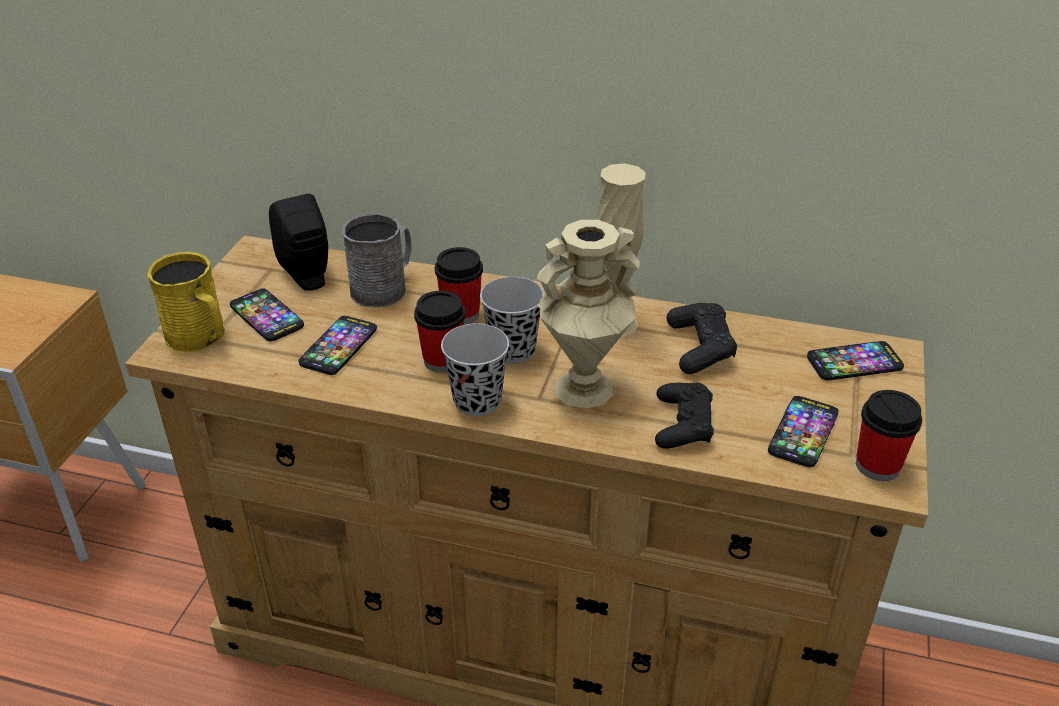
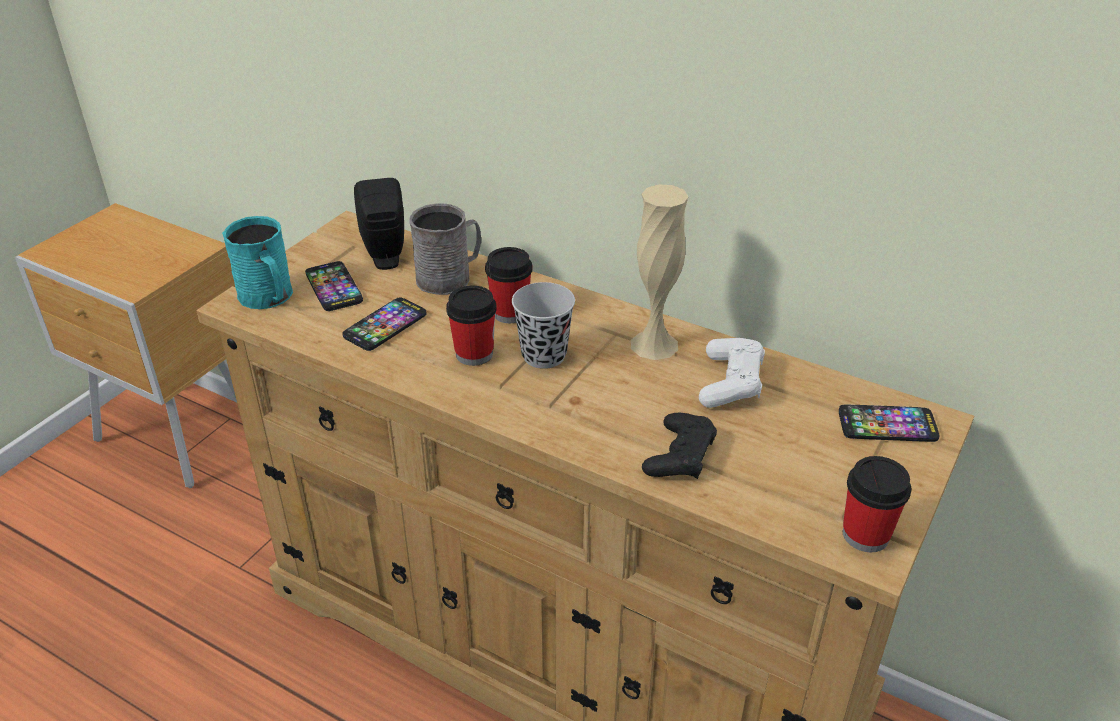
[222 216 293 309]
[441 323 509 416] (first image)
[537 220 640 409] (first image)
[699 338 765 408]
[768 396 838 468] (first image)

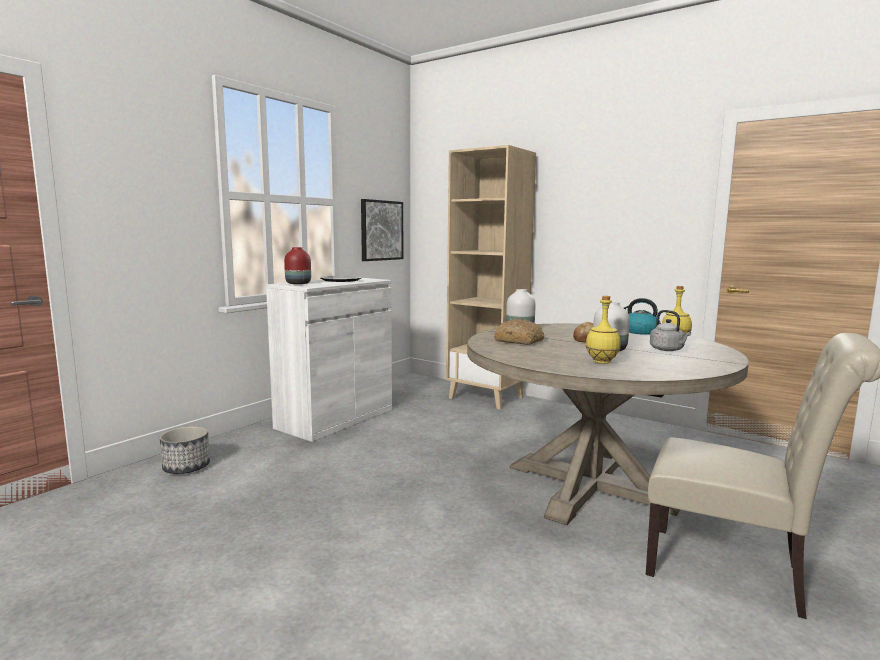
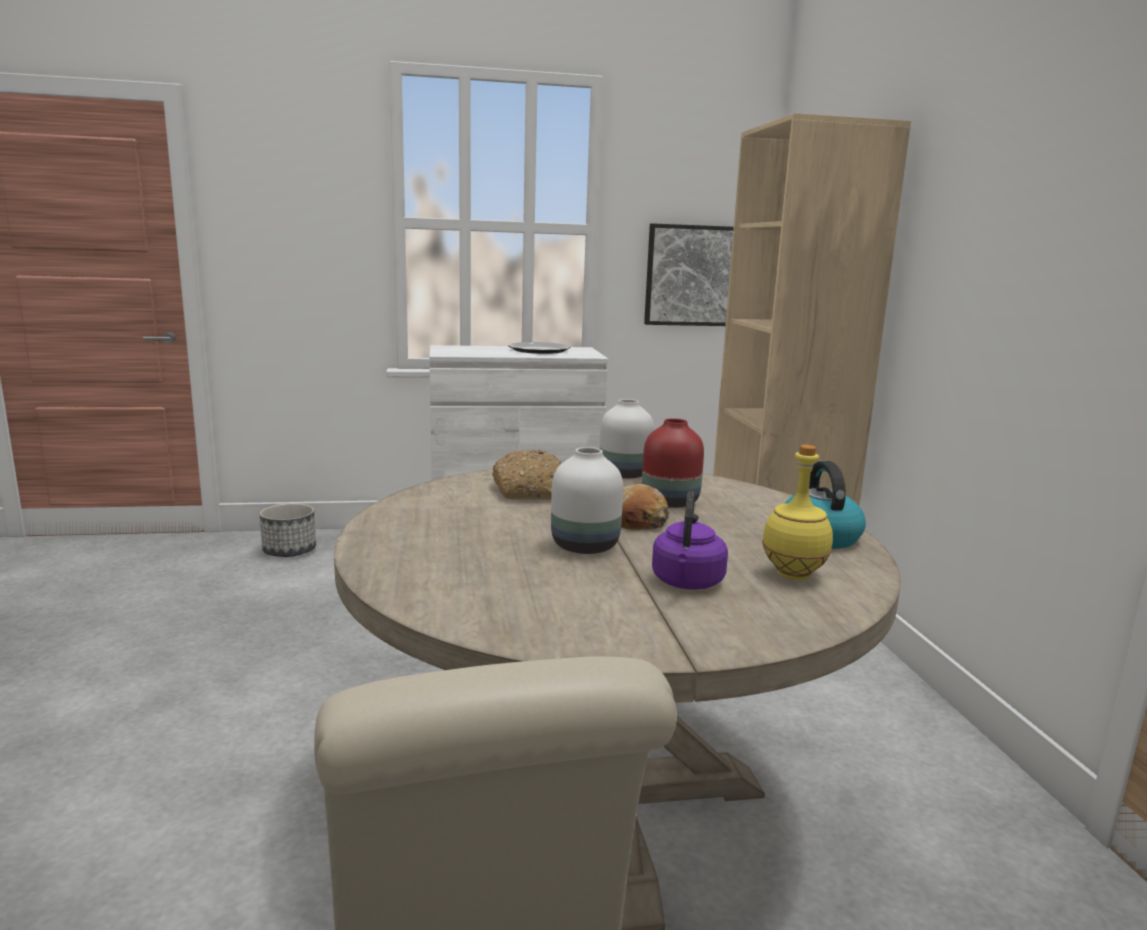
[642 418 704 508]
[586 296 621 364] (first image)
[652 491 728 590]

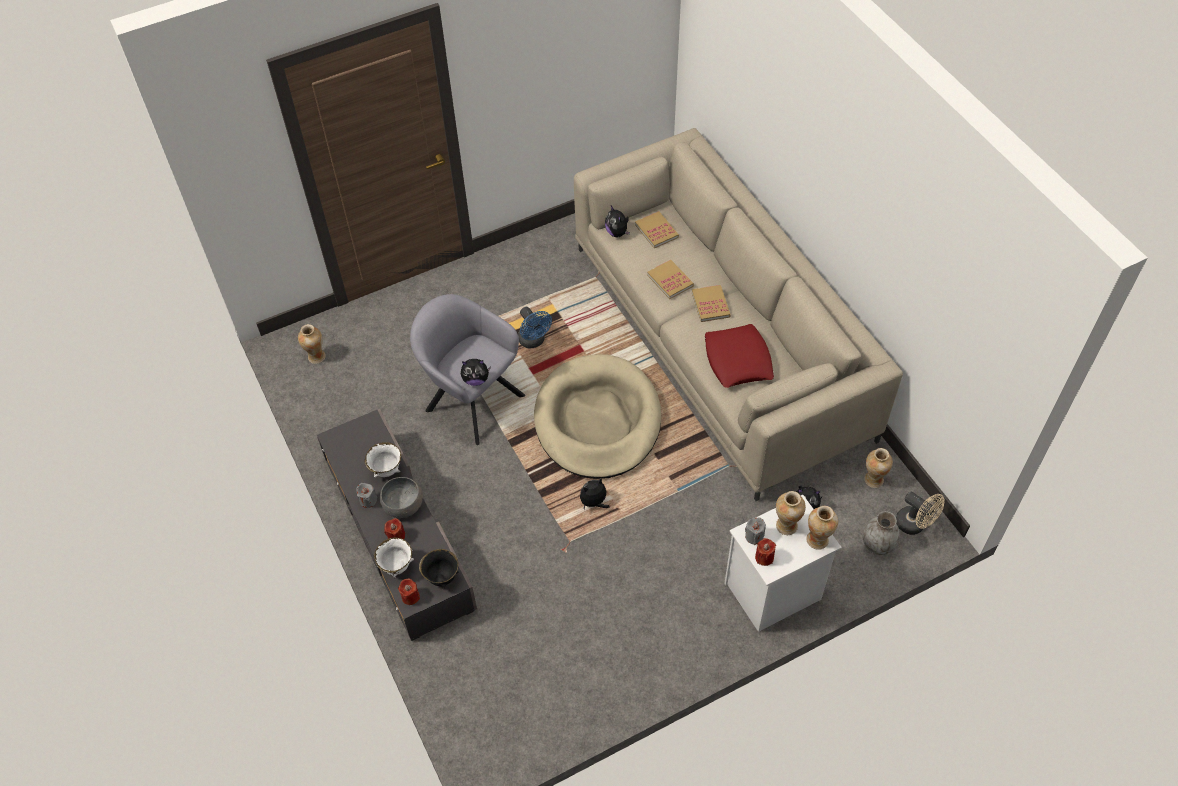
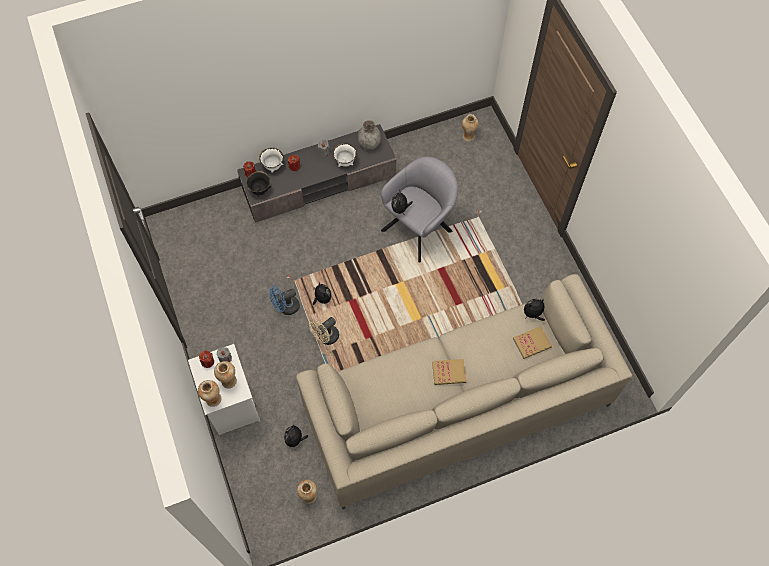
[380 477 423 518] (first image)
[269 286 300 315]
[534 354 661 479] (first image)
[647 260 694 299] (first image)
[705 324 774 388] (first image)
[357 120 381 150]
[309 317 339 345]

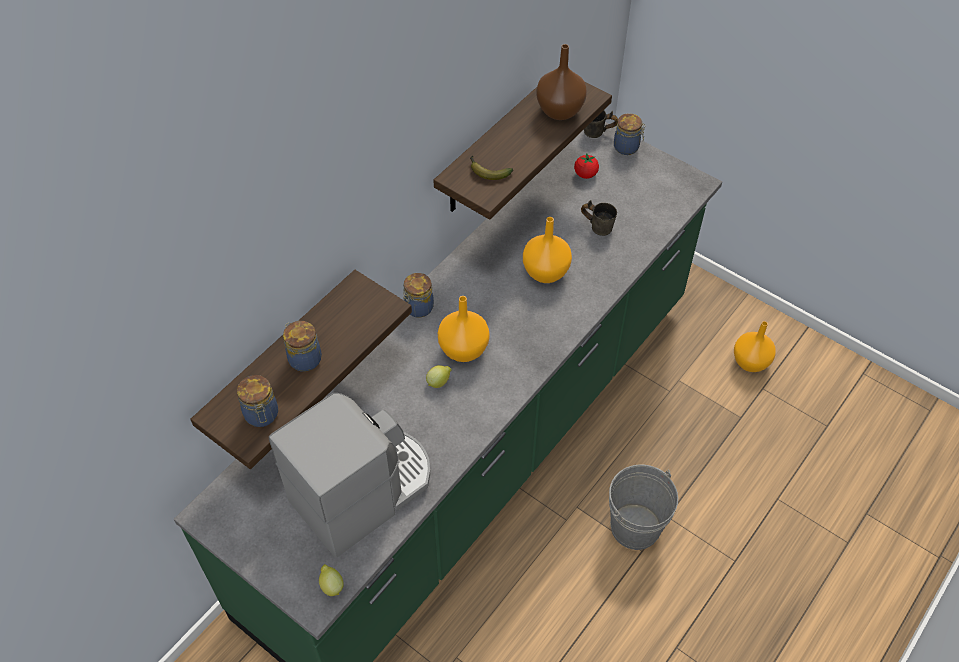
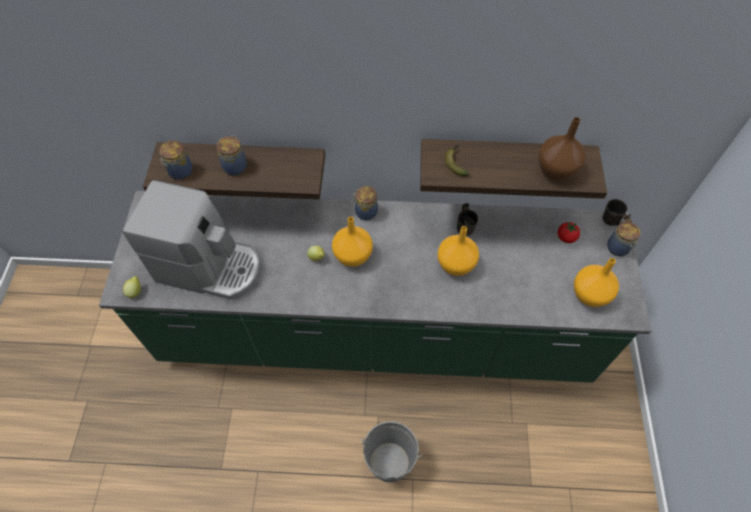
[457 203 478 236]
[574 258 619 307]

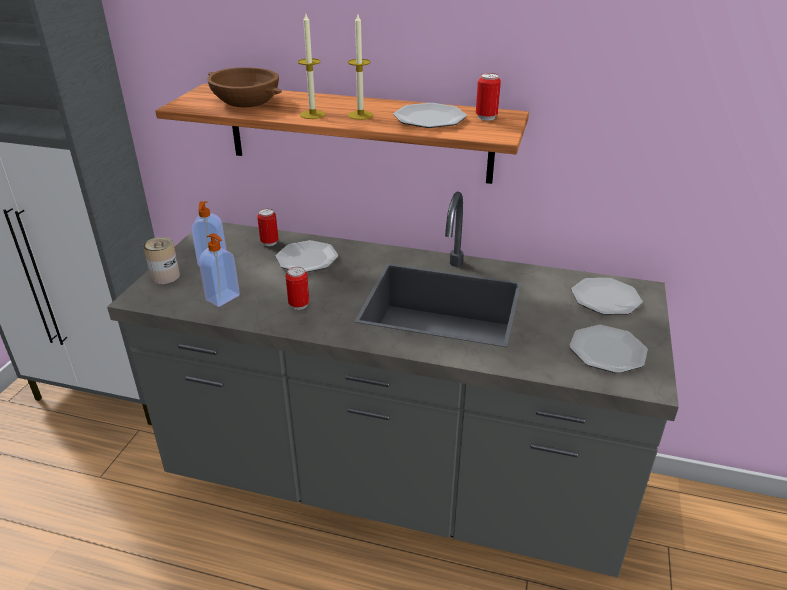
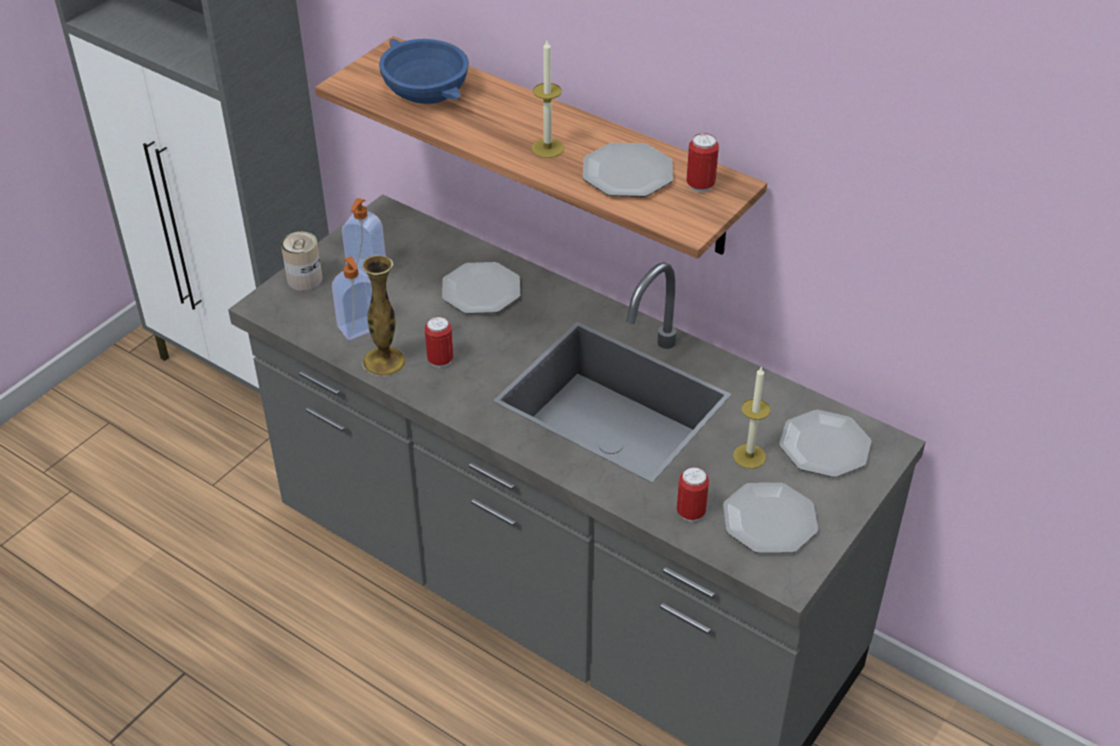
[379 39 469 104]
[677 467 709 521]
[733 366 770 469]
[362 255 406 376]

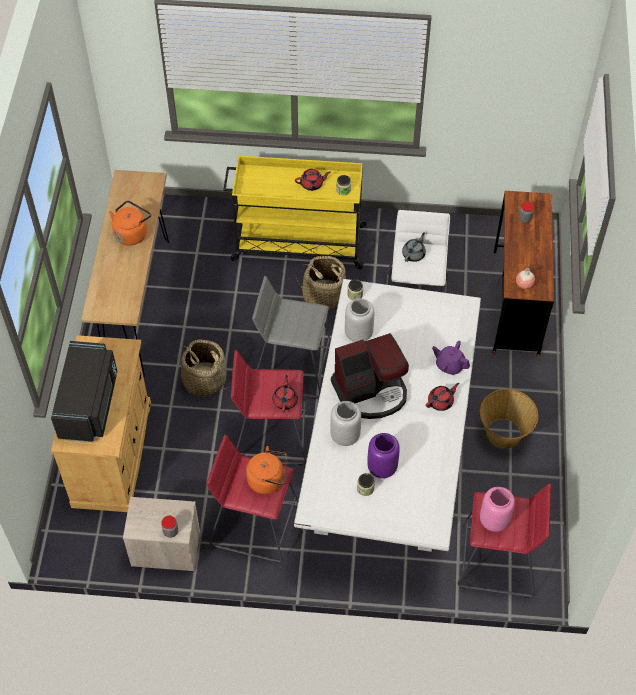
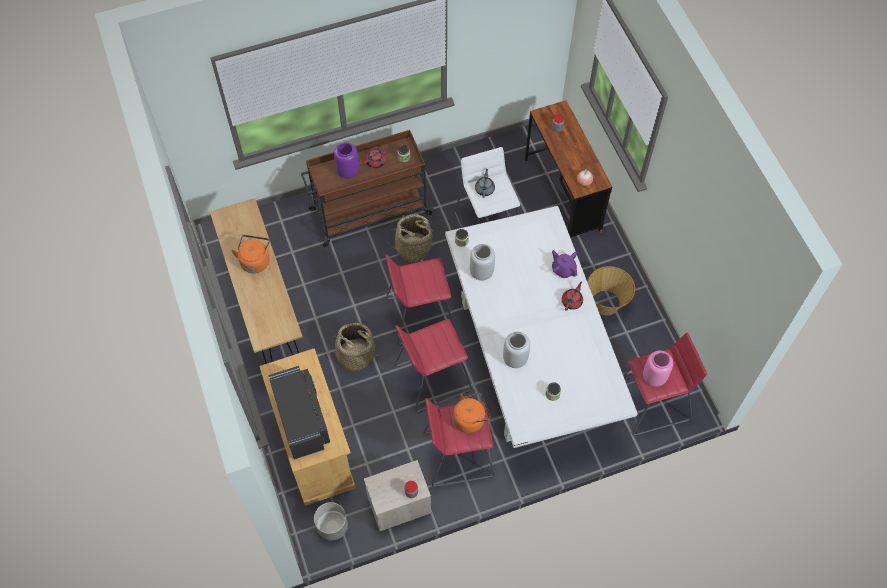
[301 130 434 247]
[385 254 455 346]
[272 375 298 413] (first image)
[331 333 409 419] (first image)
[334 142 359 178]
[552 250 577 278]
[314 502 348 541]

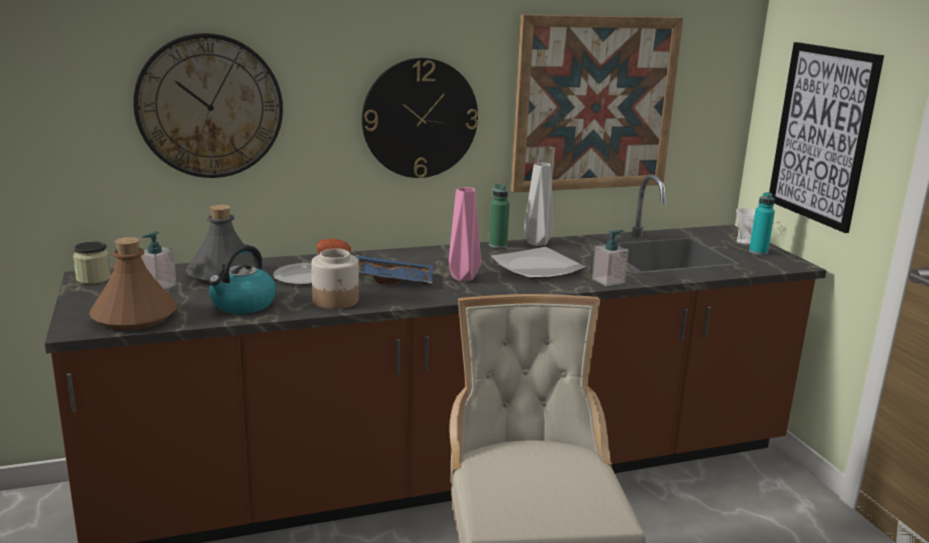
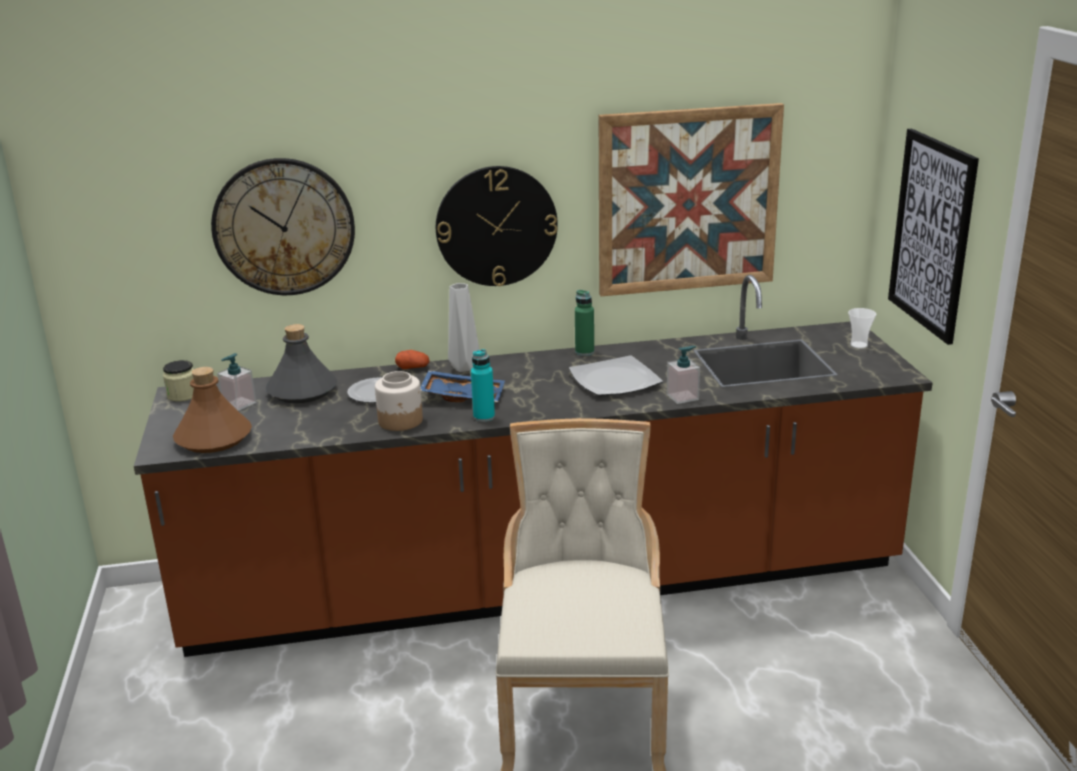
[209 244 276 314] (first image)
[449 187 481 281] (first image)
[448 283 480 372]
[471 349 495 422]

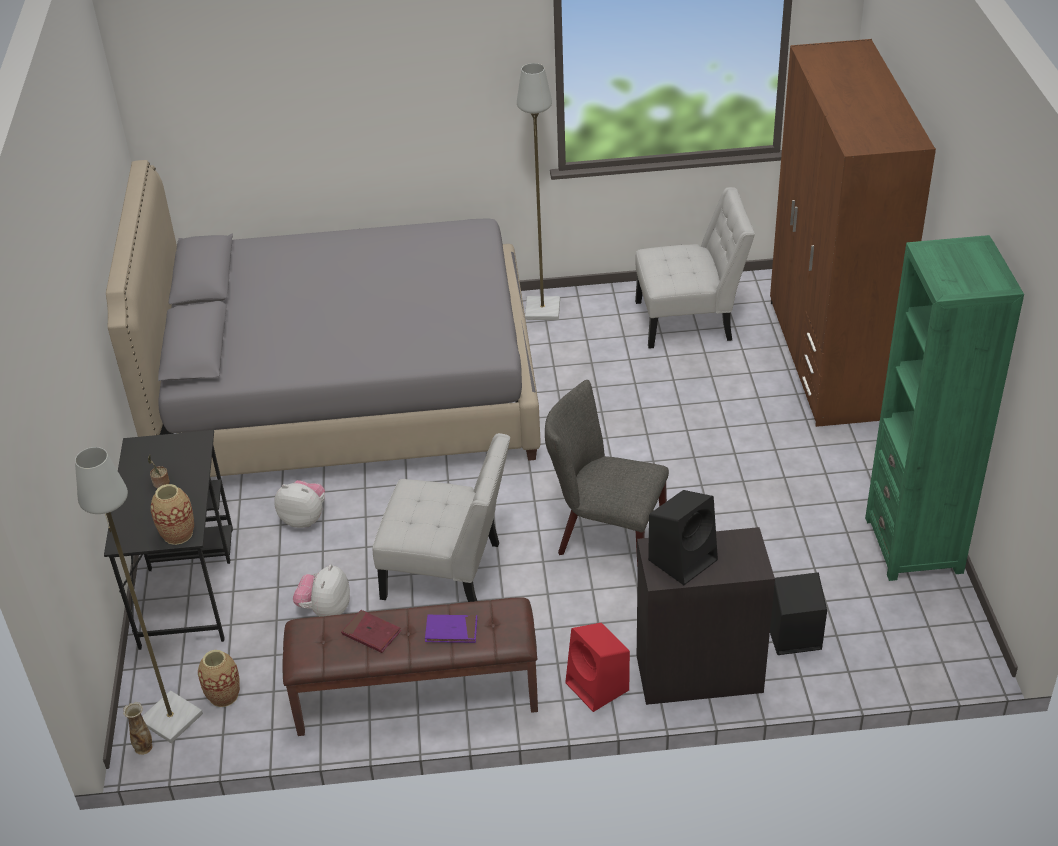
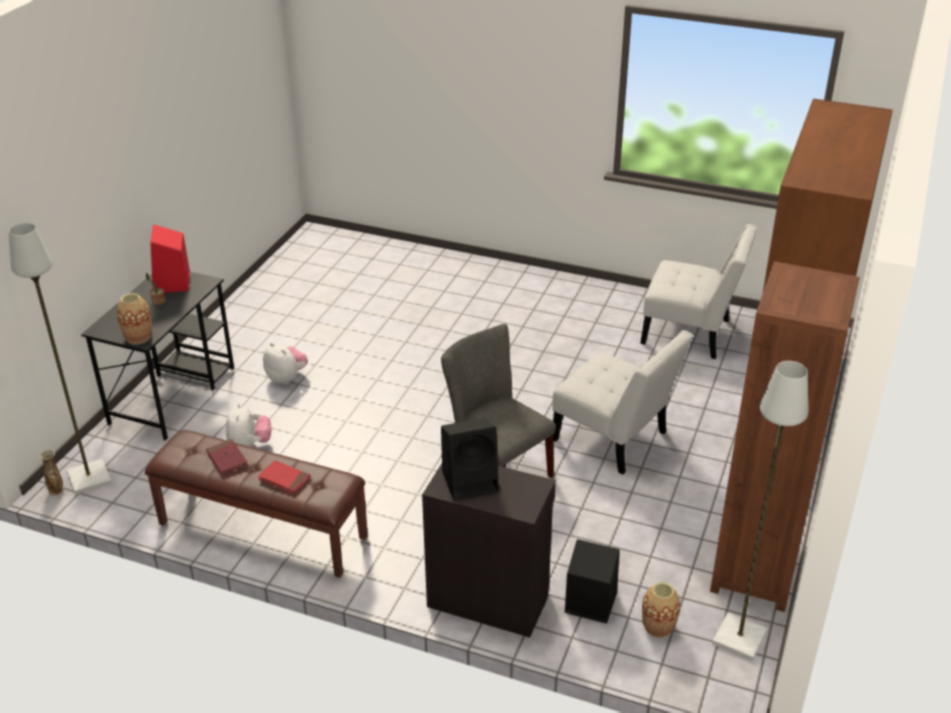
[106 160 541 477] (first image)
[642 582 680 638]
[226 403 271 447]
[552 330 693 475]
[258 460 310 494]
[712 361 808 661]
[150 224 190 293]
[710 261 860 612]

